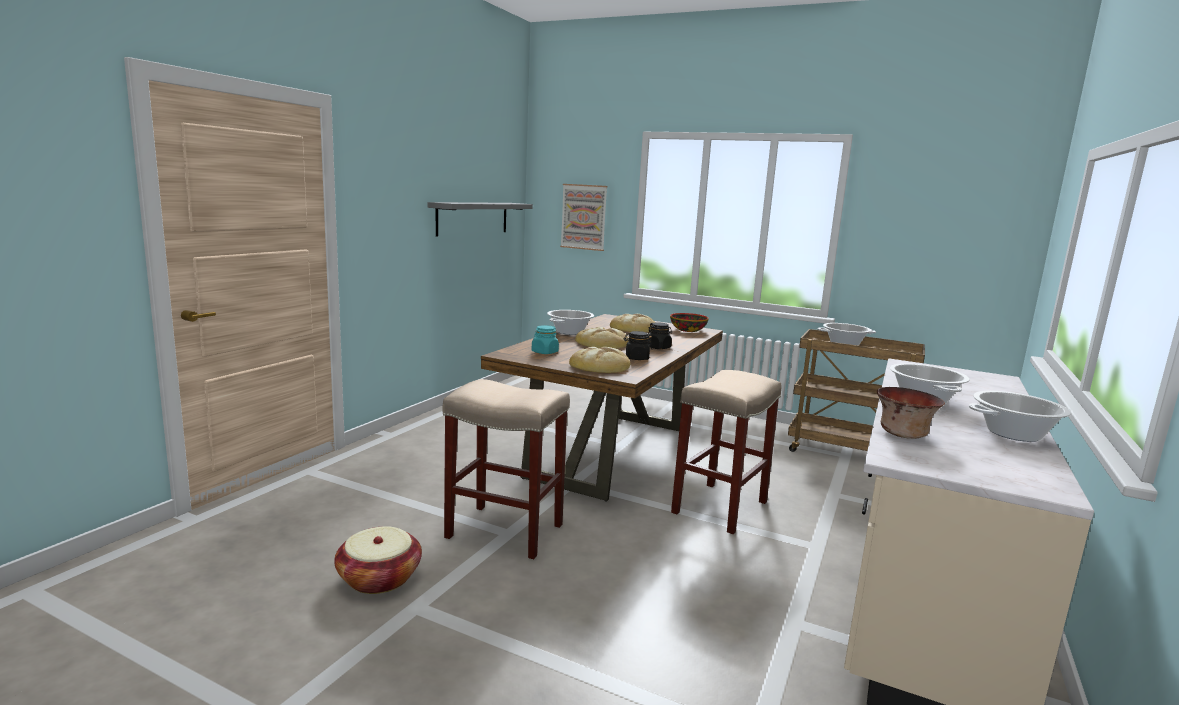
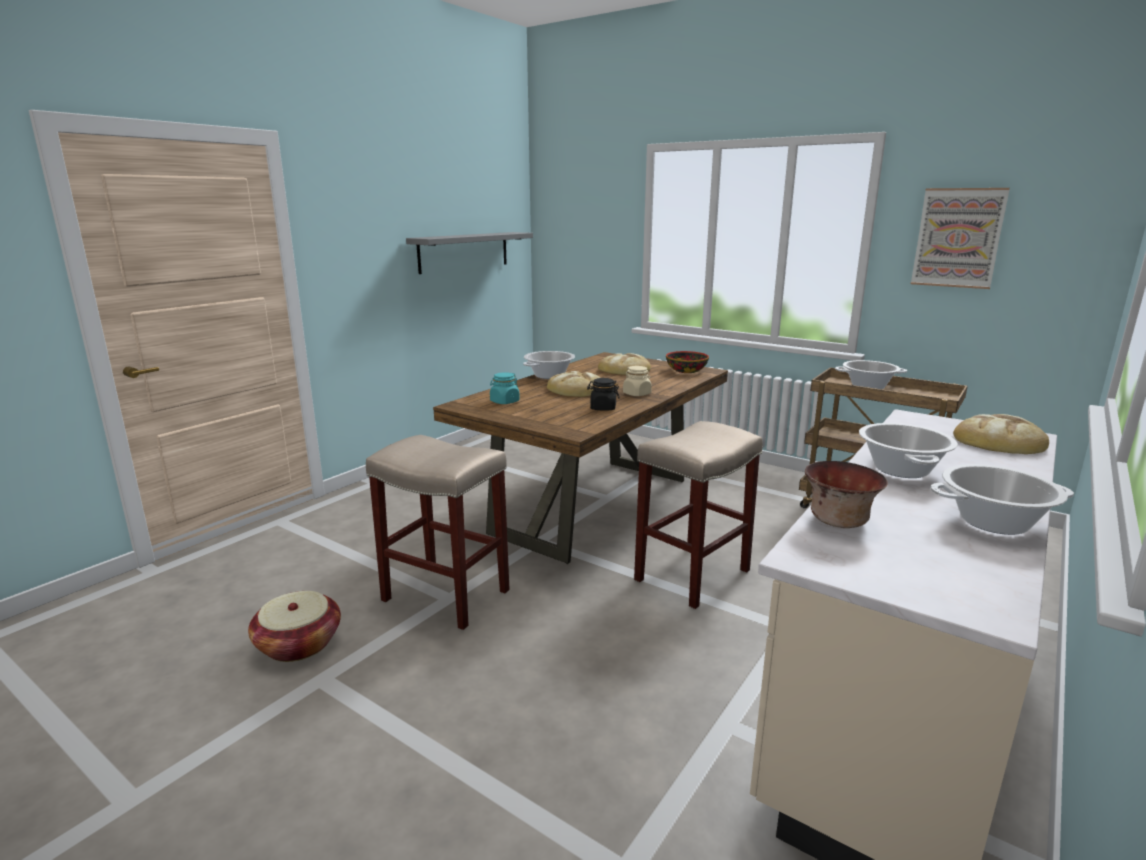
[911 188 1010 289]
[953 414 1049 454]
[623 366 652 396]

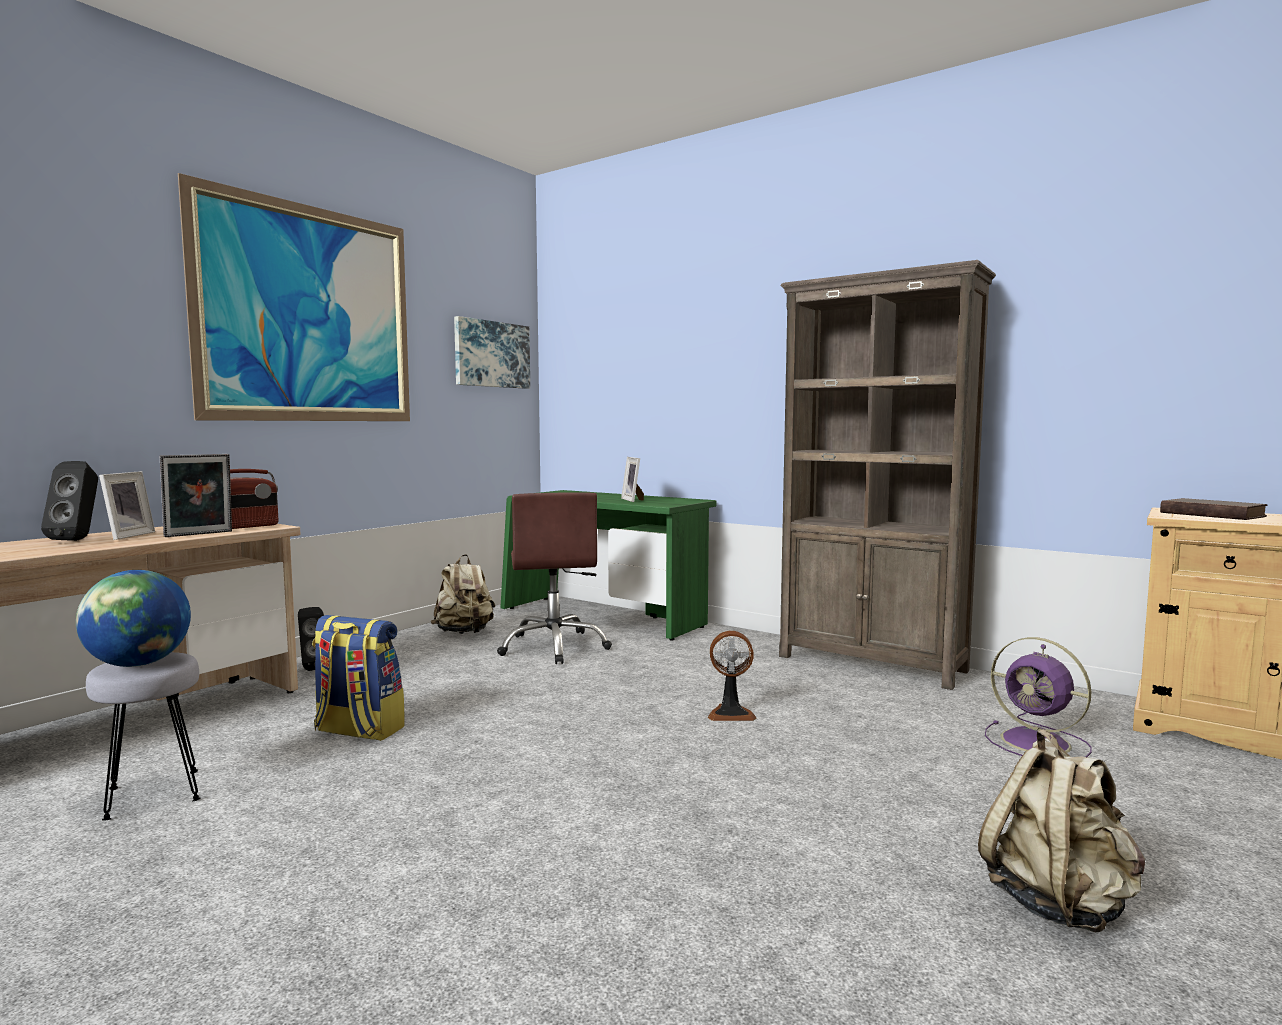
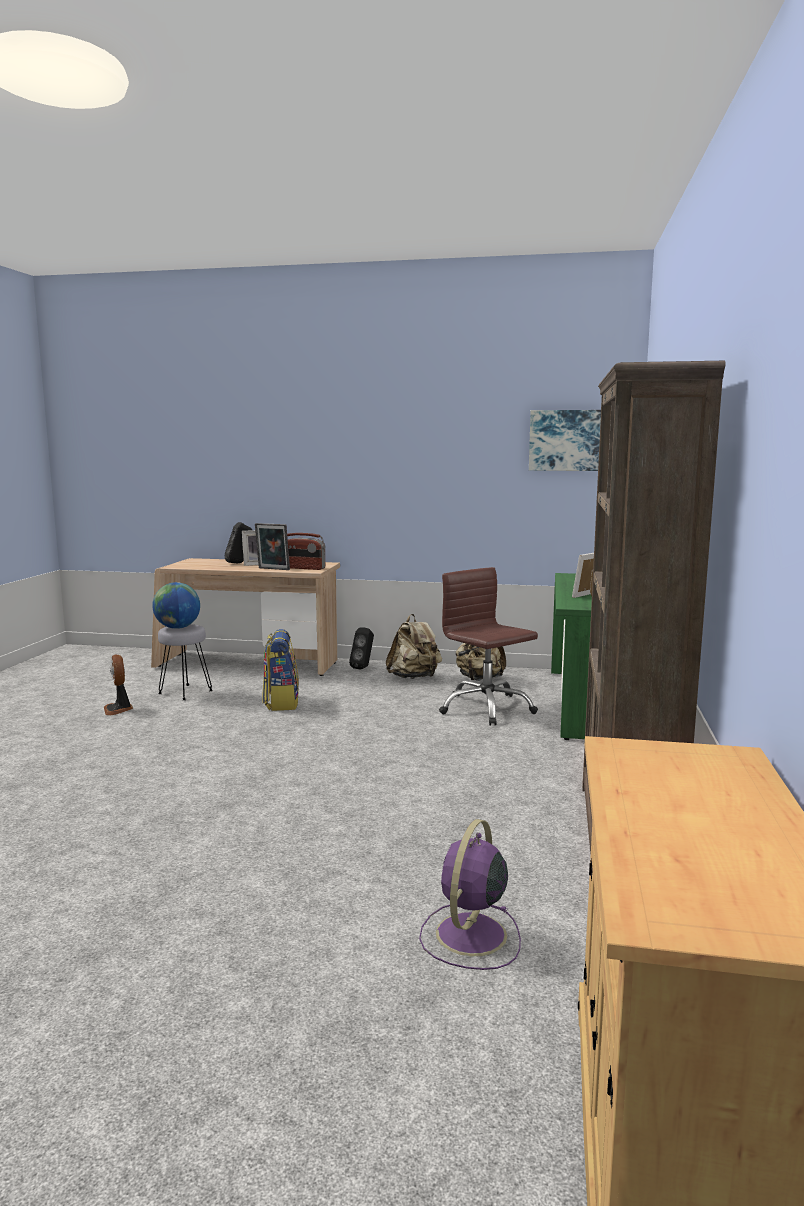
[178 173 410 421] (first image)
[439 567 538 725]
[104 655 133 715]
[386 614 442 679]
[1160 498 1268 520] (first image)

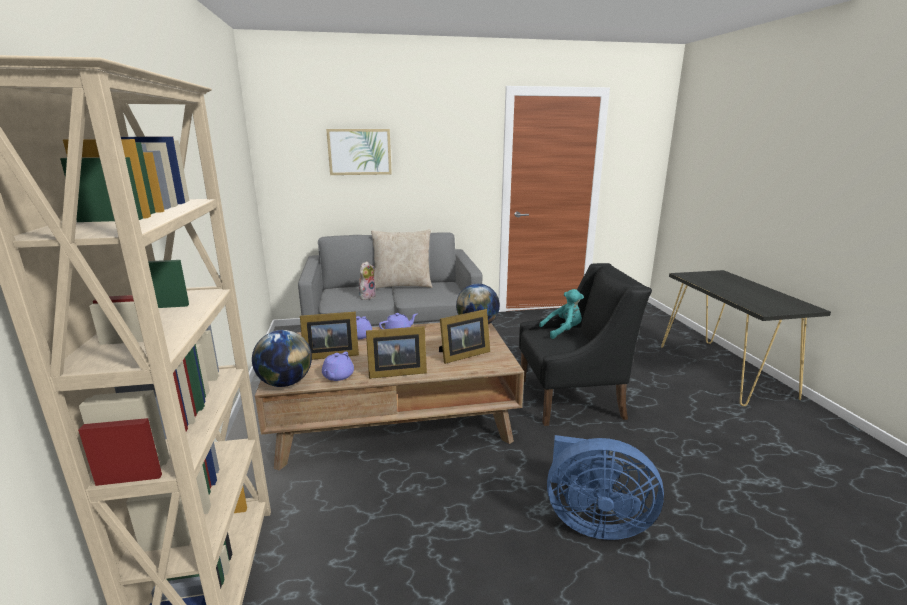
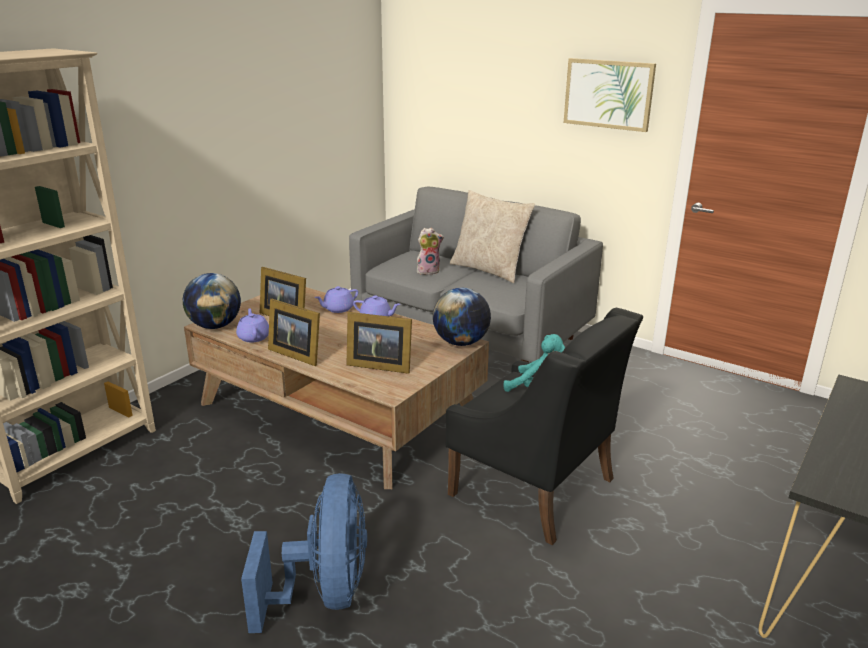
[236 308 269 343]
[564 58 656 132]
[241 473 367 633]

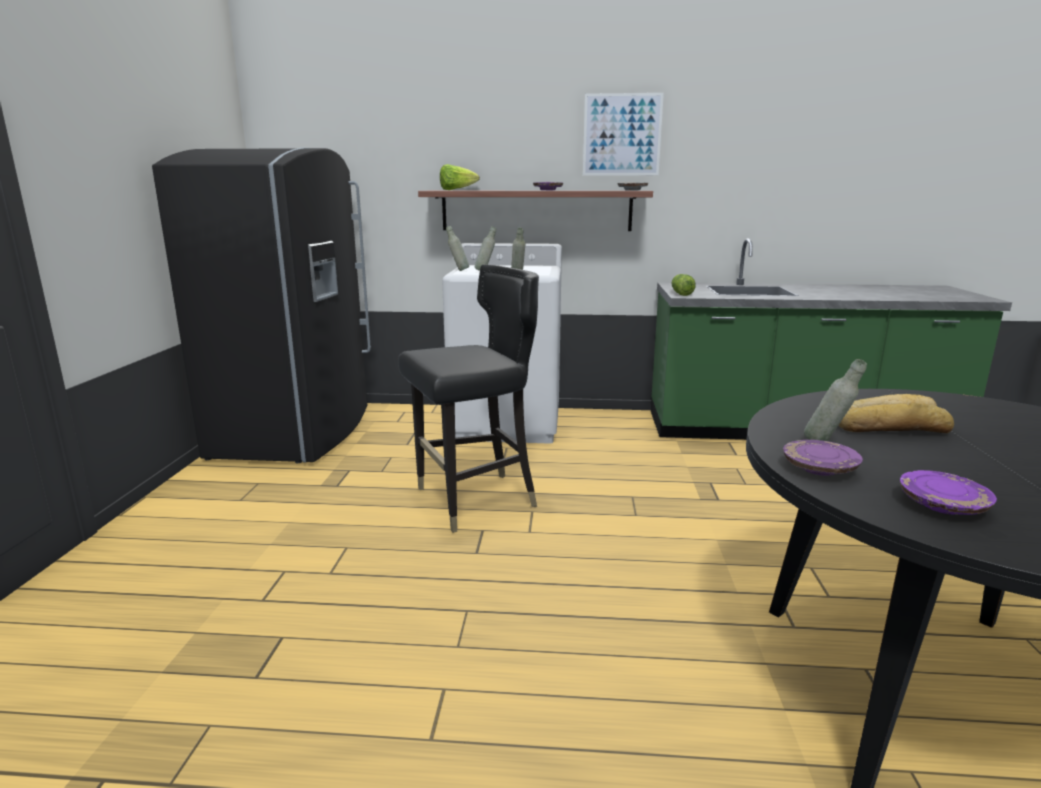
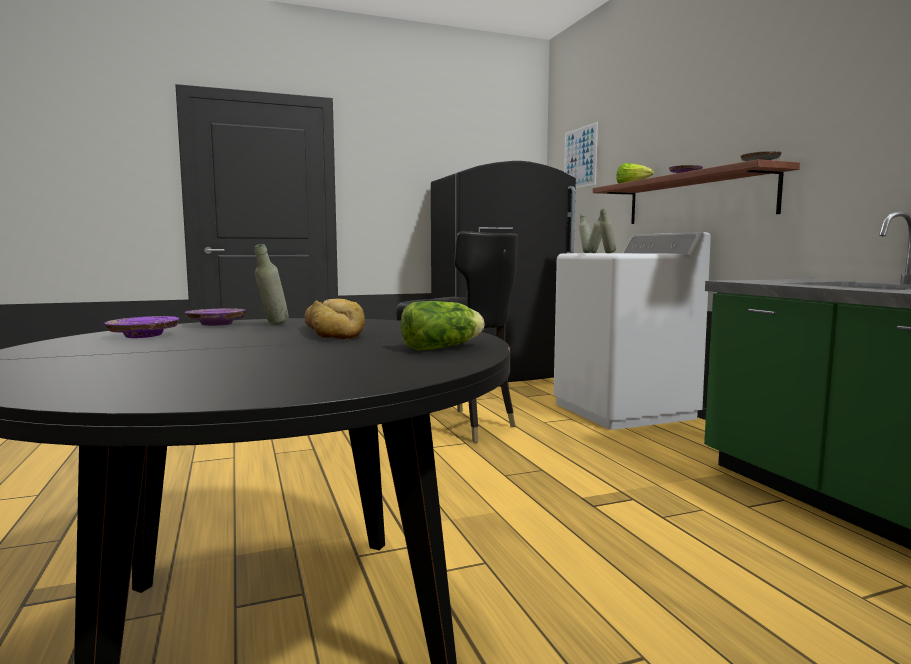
[564 122 598 188]
[401 301 485 350]

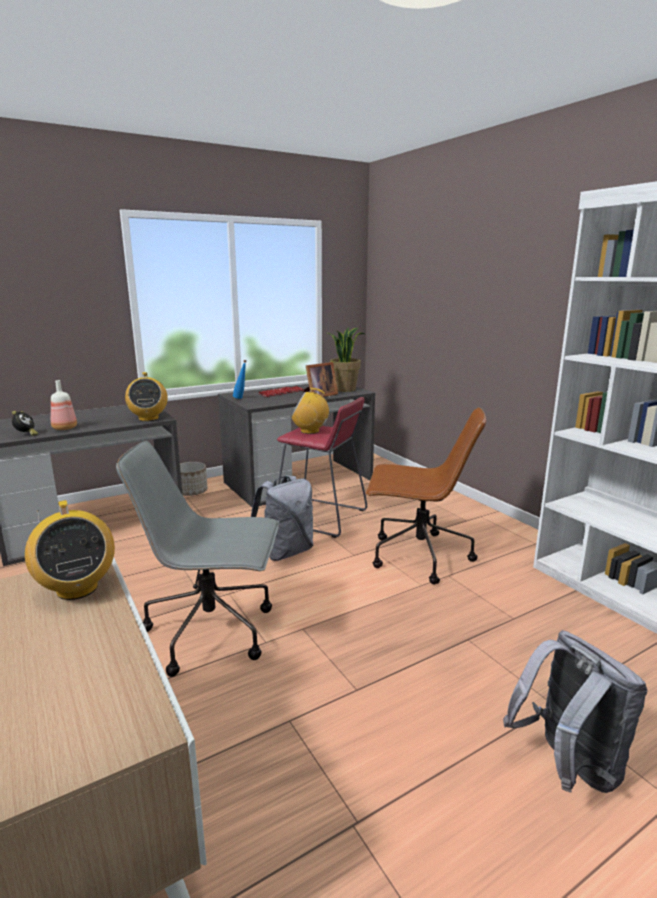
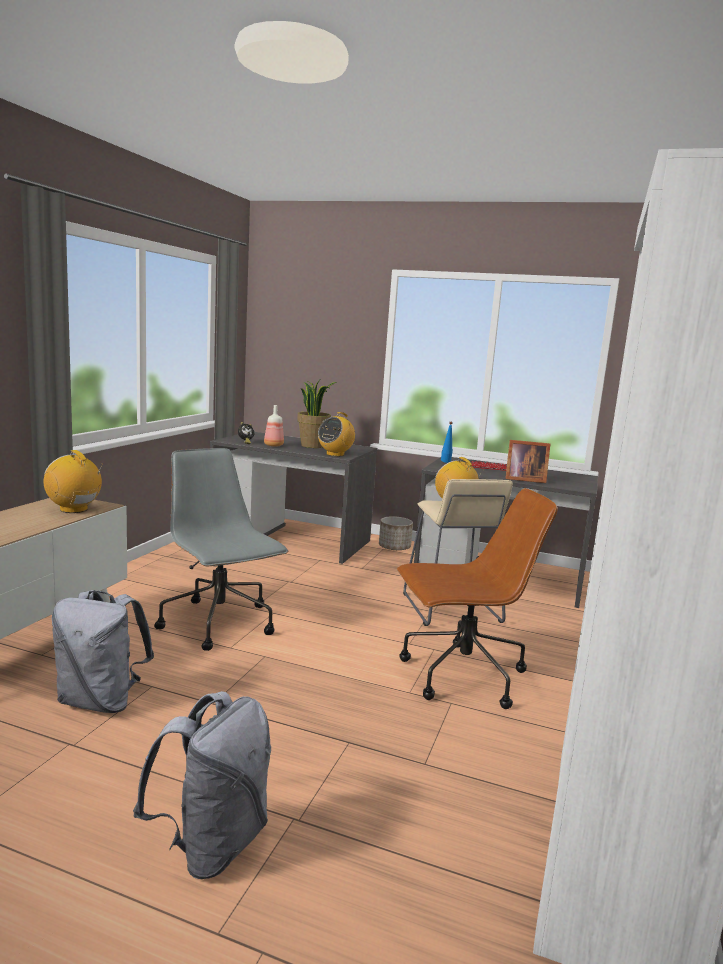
[43 450 103 513]
[52 590 154 713]
[403 479 513 626]
[297 380 337 448]
[397 488 558 709]

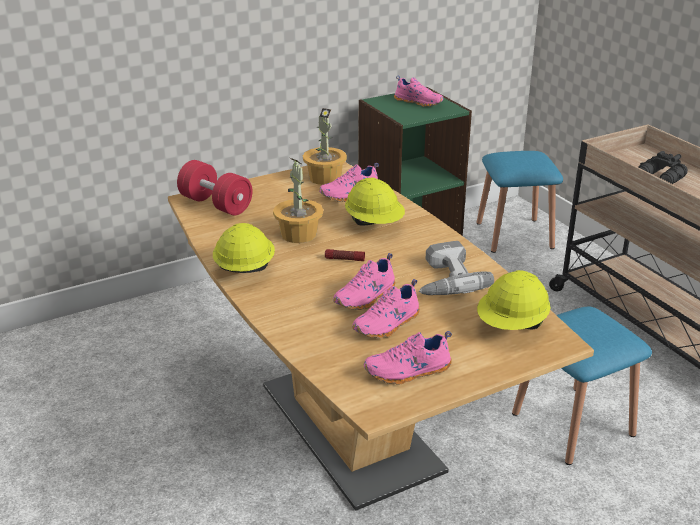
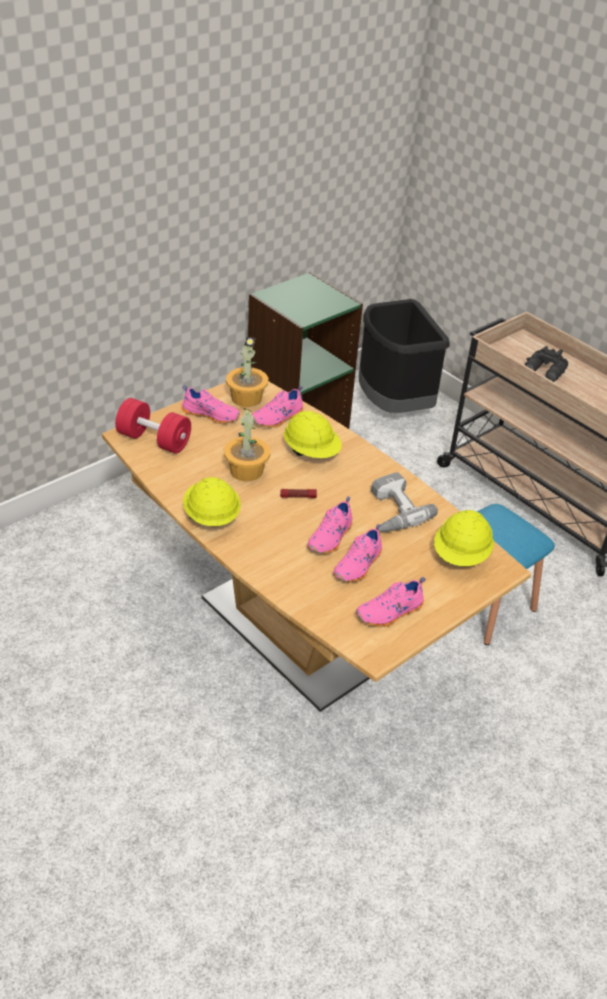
[181 385 240 424]
[359 299 450 413]

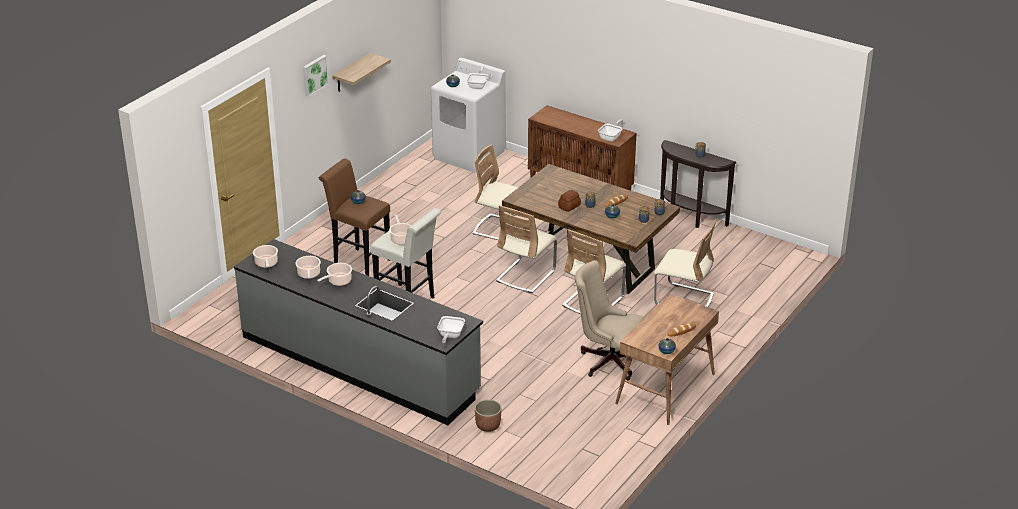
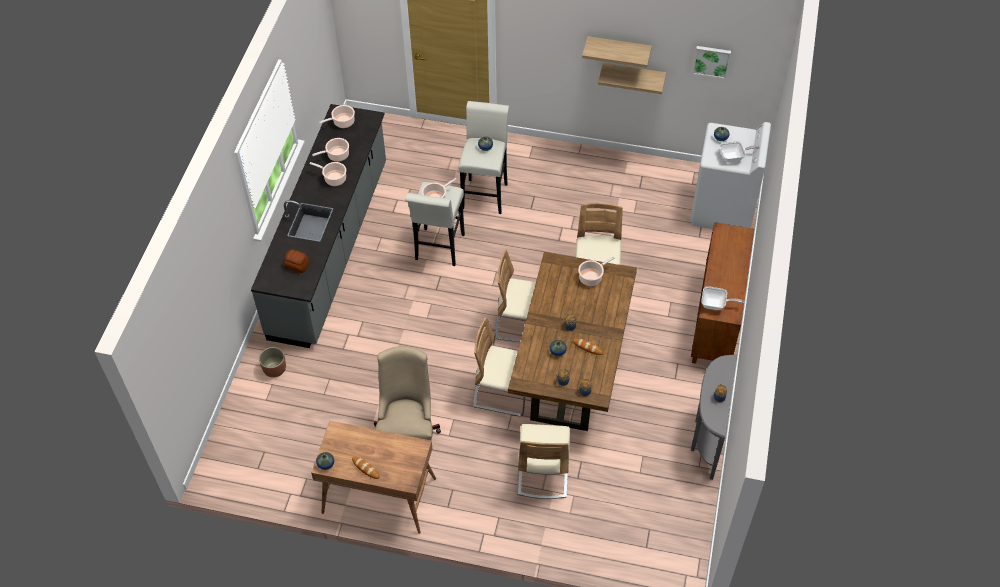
[692 46 731 79]
[458 101 509 214]
[437 316 465 344] (first image)
[284 250 309 273]
[691 355 737 480]
[578 256 615 286]
[598 63 666 94]

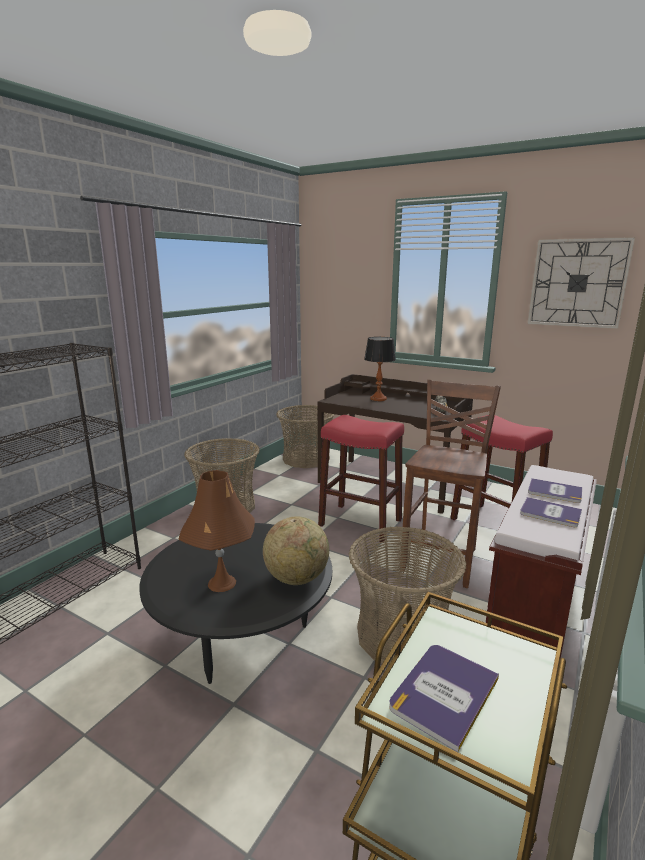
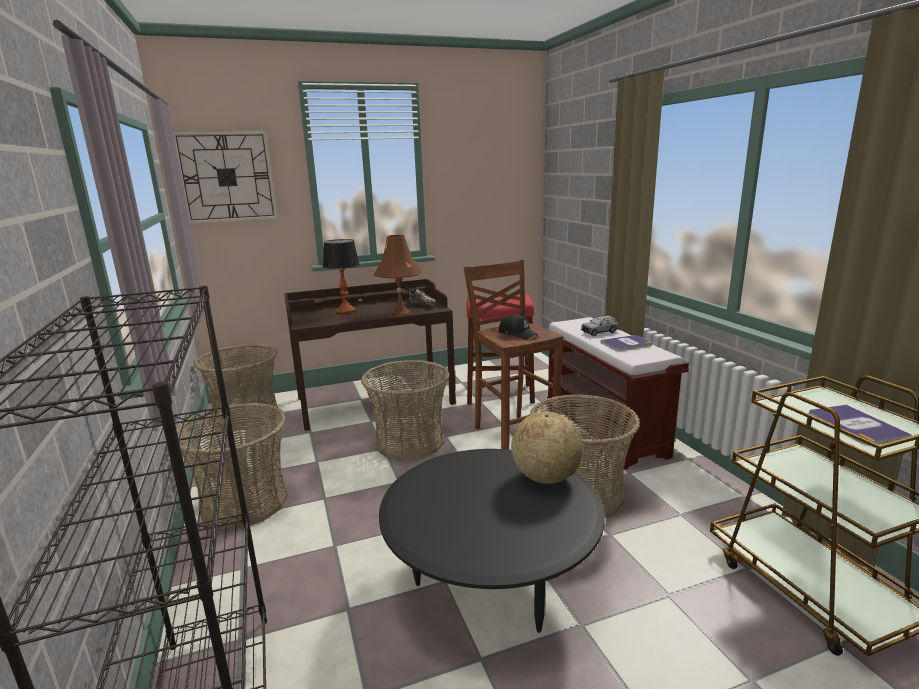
[374 235 422 315]
[361 360 450 460]
[173 131 278 224]
[581 315 619 336]
[499 314 538 340]

